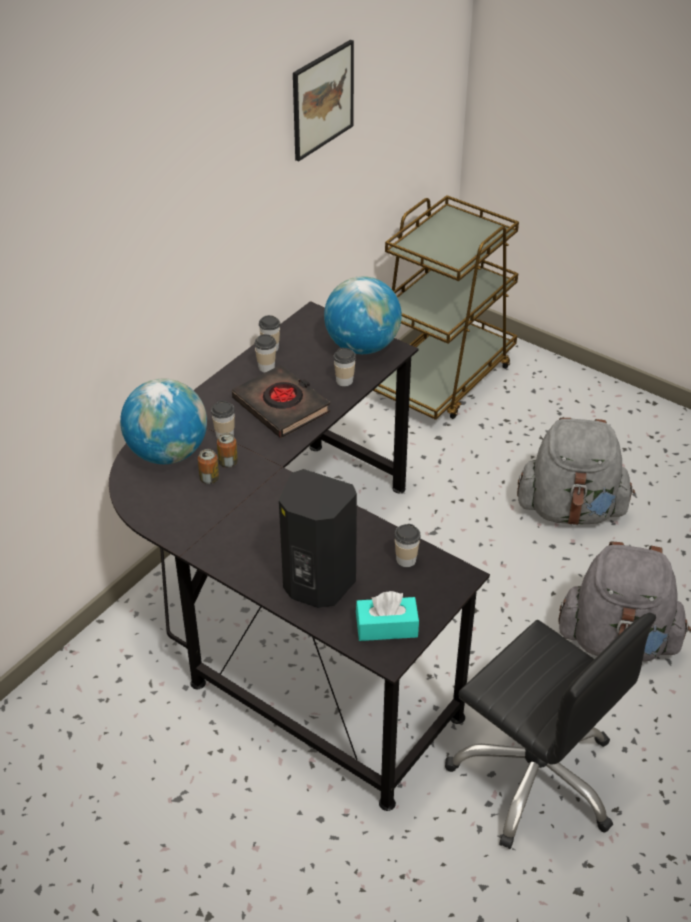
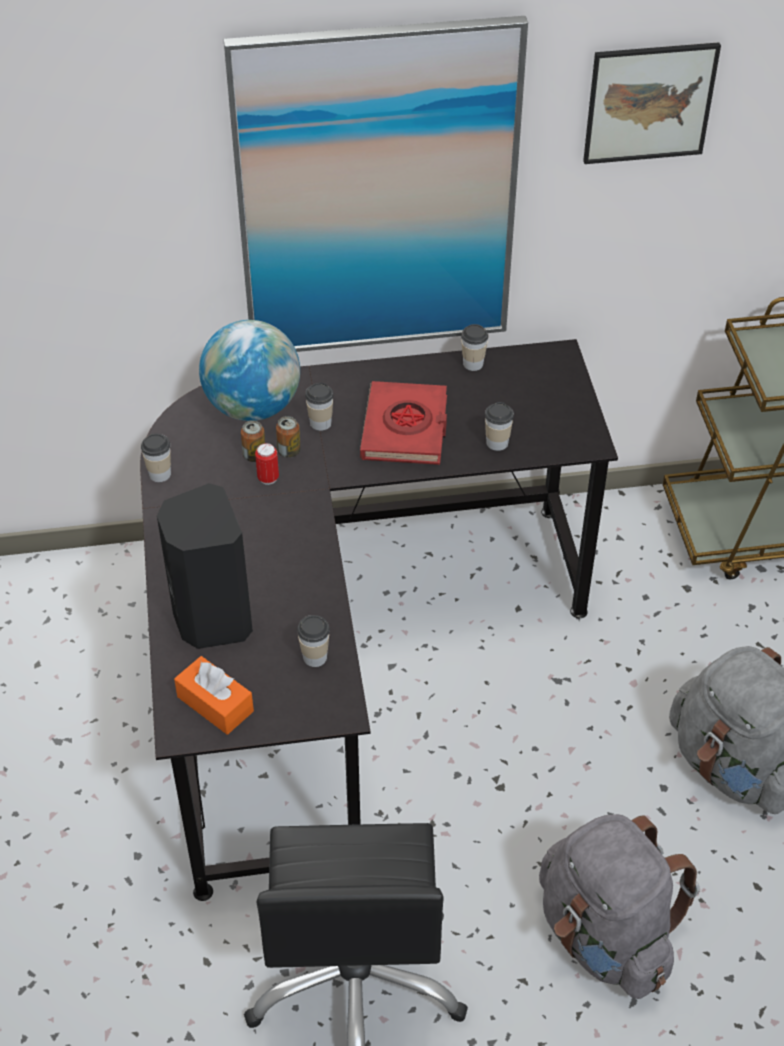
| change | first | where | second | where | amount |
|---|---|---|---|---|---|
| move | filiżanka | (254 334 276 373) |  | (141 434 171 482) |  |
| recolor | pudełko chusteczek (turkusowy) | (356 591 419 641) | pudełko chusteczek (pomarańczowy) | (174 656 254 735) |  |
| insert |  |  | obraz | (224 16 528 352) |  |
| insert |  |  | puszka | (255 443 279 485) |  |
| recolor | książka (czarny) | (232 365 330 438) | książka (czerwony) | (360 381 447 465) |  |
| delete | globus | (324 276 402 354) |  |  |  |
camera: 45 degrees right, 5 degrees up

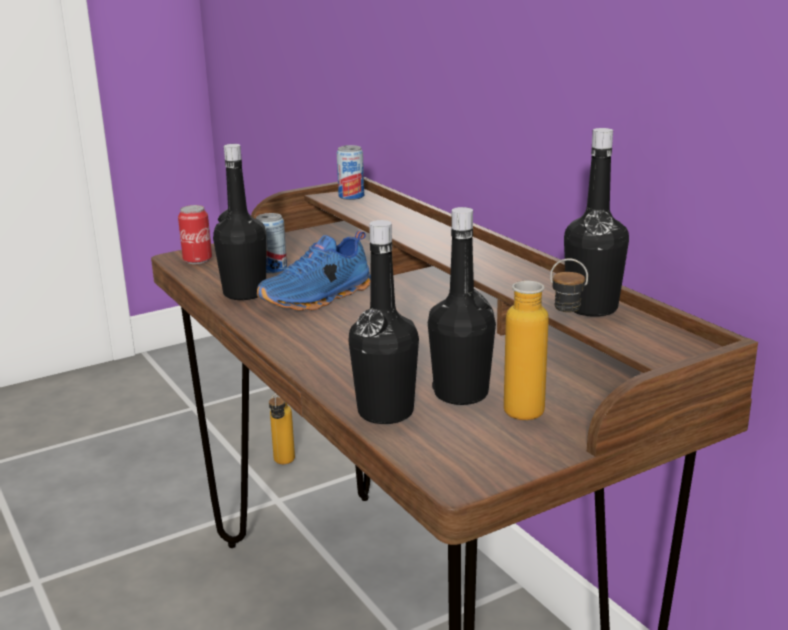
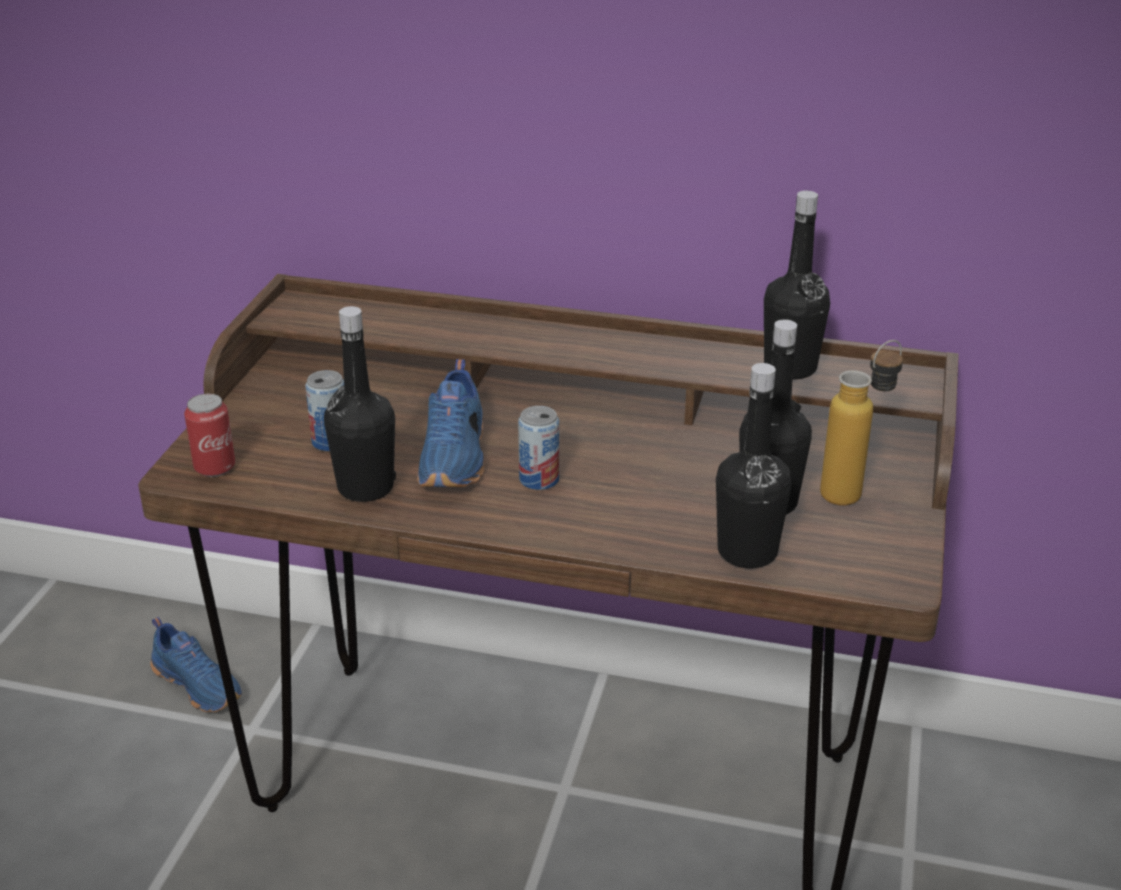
| change | first | where | second | where | amount |
|---|---|---|---|---|---|
| replace | butelka | (269 393 295 464) | but (niebieski) | (151 617 242 712) |  |
| move | puszka | (337 145 364 200) |  | (518 406 559 490) |  |
camera: 45 degrees left, 10 degrees up

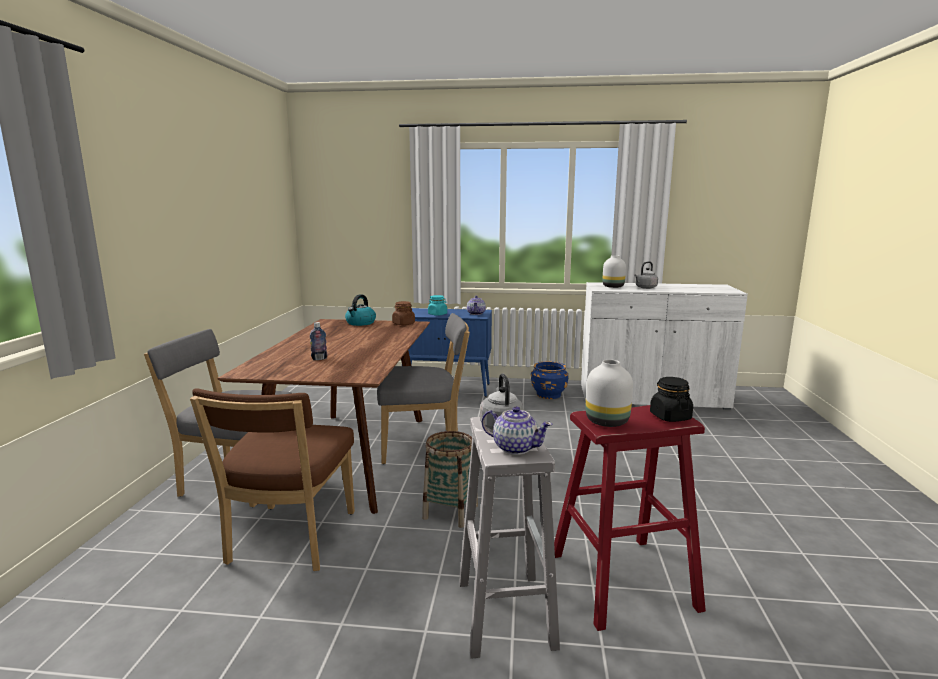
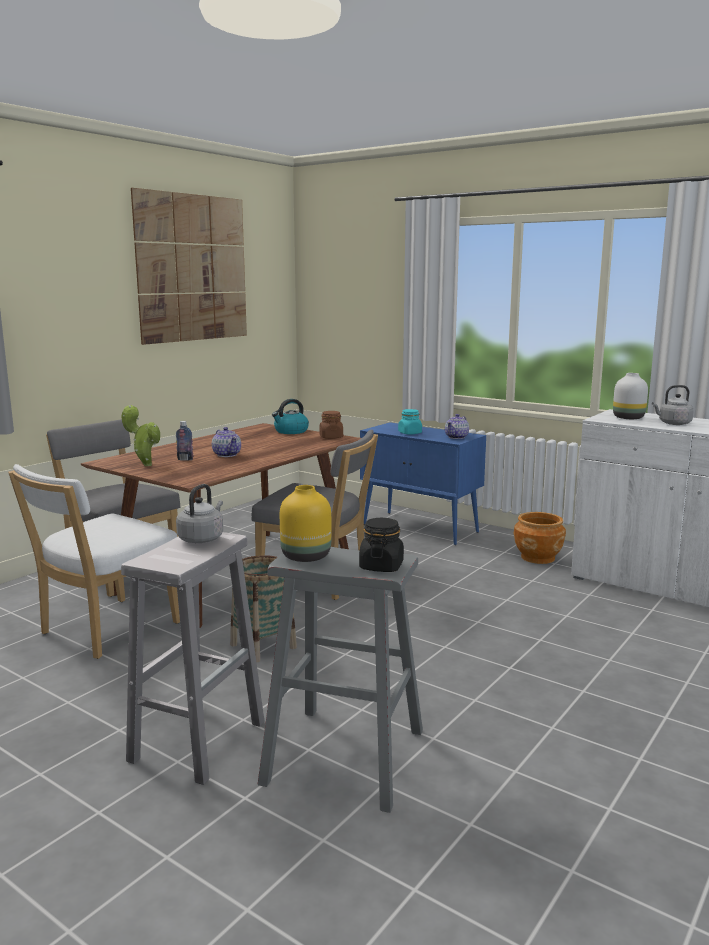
| change | first | where | second | where | amount |
|---|---|---|---|---|---|
| recolor | krzesło (brązowy) | (190 388 355 571) | krzesło (biały) | (8 464 180 659) |  |
| insert |  |  | roślina doniczkowa | (121 405 160 466) |  |
| insert |  |  | obraz | (131 188 247 345) |  |
| move | imbryk | (482 406 552 455) |  | (212 427 241 457) |  |
| recolor | stołek (czerwony) | (554 405 706 631) | stołek (szary) | (258 547 423 813) |  |
| recolor | wazon (biały) | (586 359 633 427) | wazon (żółty) | (280 485 331 562) |  |
| recolor | donica (niebieski) | (531 361 569 399) | donica (brązowy) | (514 512 566 564) |  |
camera: 30 degrees right, 0 degrees up

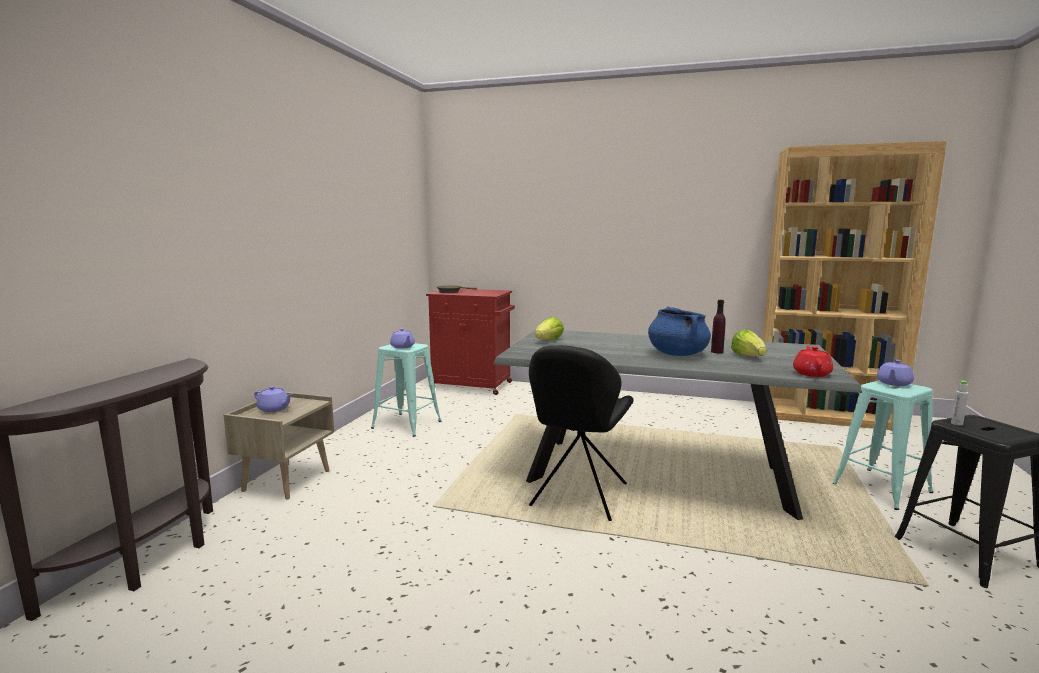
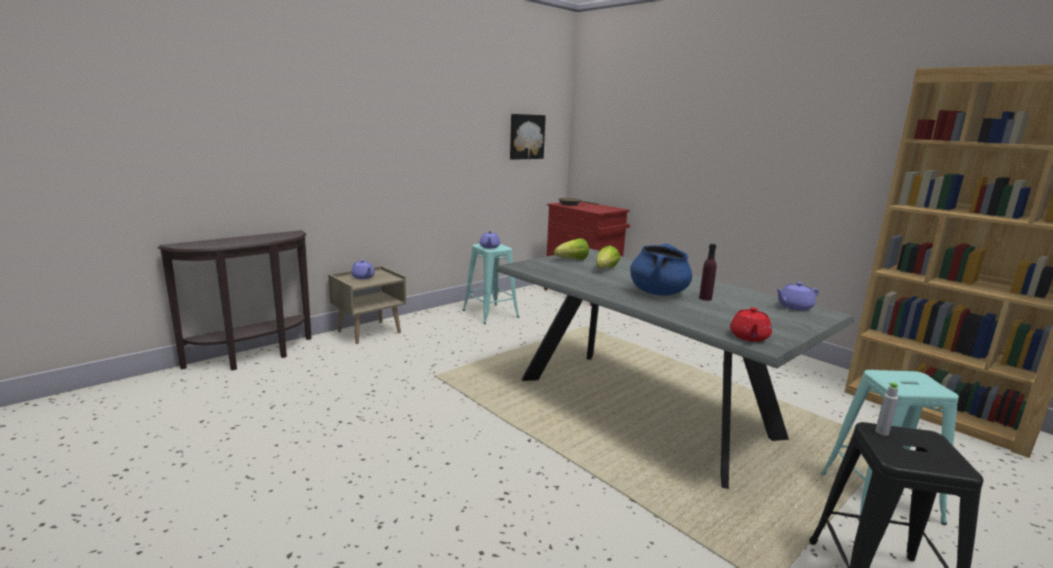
| change | first | where | second | where | amount |
|---|---|---|---|---|---|
| insert |  |  | obraz | (510 114 546 160) |  |
| move | sałata | (731 329 767 356) |  | (596 245 620 269) |  |
| rotate | imbryk (czerwony) | (793 346 833 377) |  | (730 307 772 342) | 150 degrees clockwise |
| move | imbryk (fioletowy) | (877 360 914 386) |  | (776 282 819 311) |  |
| delete | krzesło (czarny) | (529 345 633 521) |  |  |  |
camera: 30 degrees right, 5 degrees up

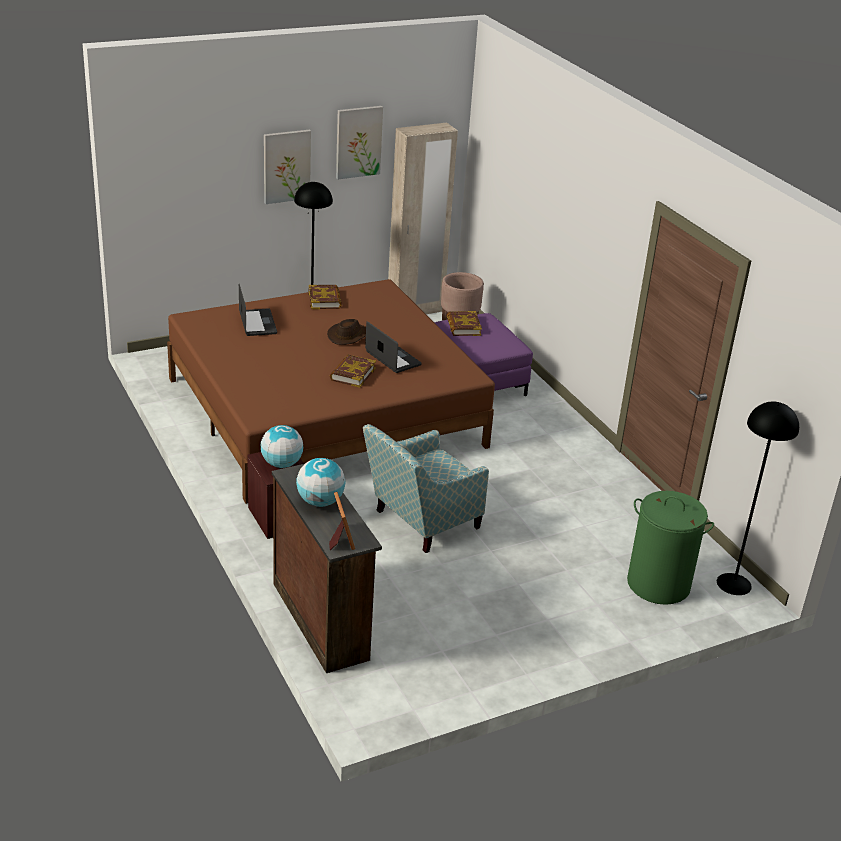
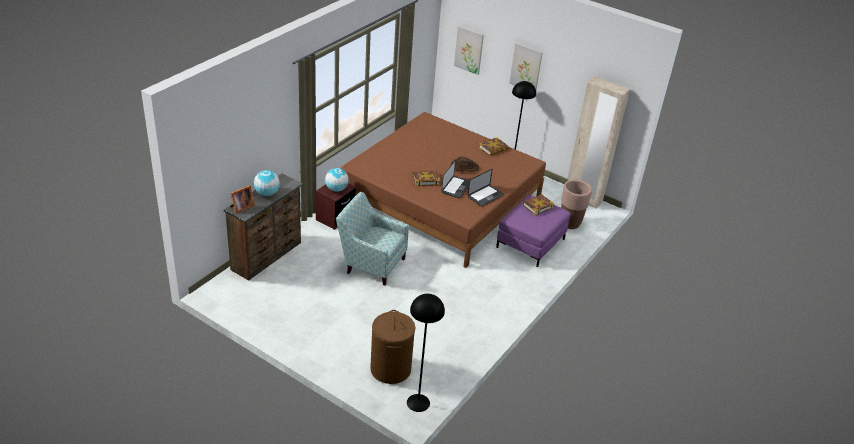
| change | first | where | second | where | amount |
|---|---|---|---|---|---|
| recolor | kosz na pranie (zielony) | (627 491 714 605) | kosz na pranie (brązowy) | (370 310 415 384) |  |
| move | obraz | (336 106 383 179) |  | (454 26 484 75) |  |
| move | laptop | (239 284 277 336) |  | (468 169 504 207) |  |
camera: 60 degrees right, 5 degrees up

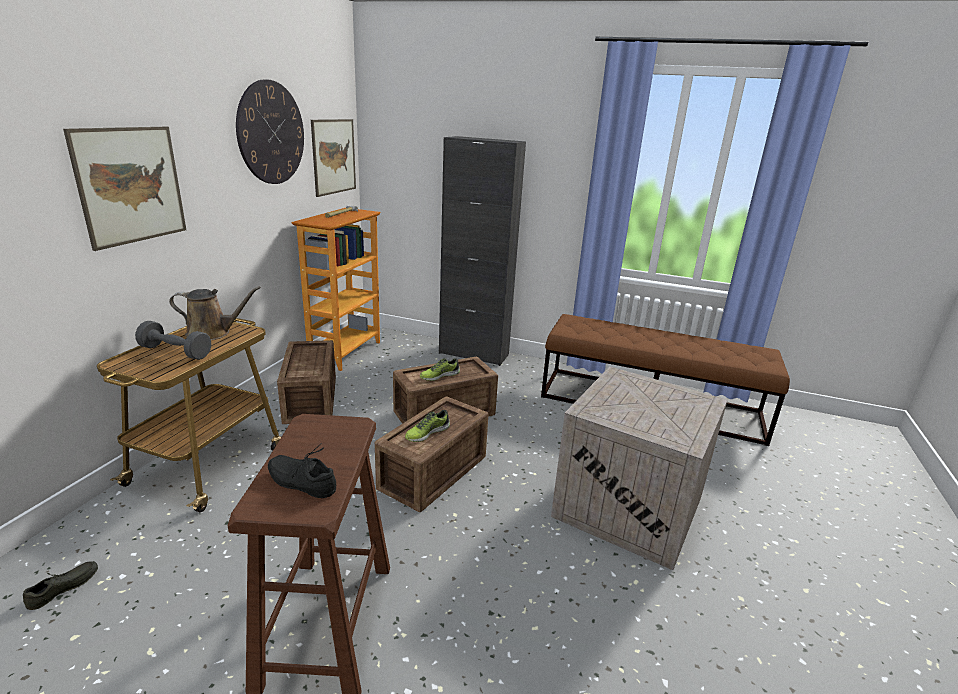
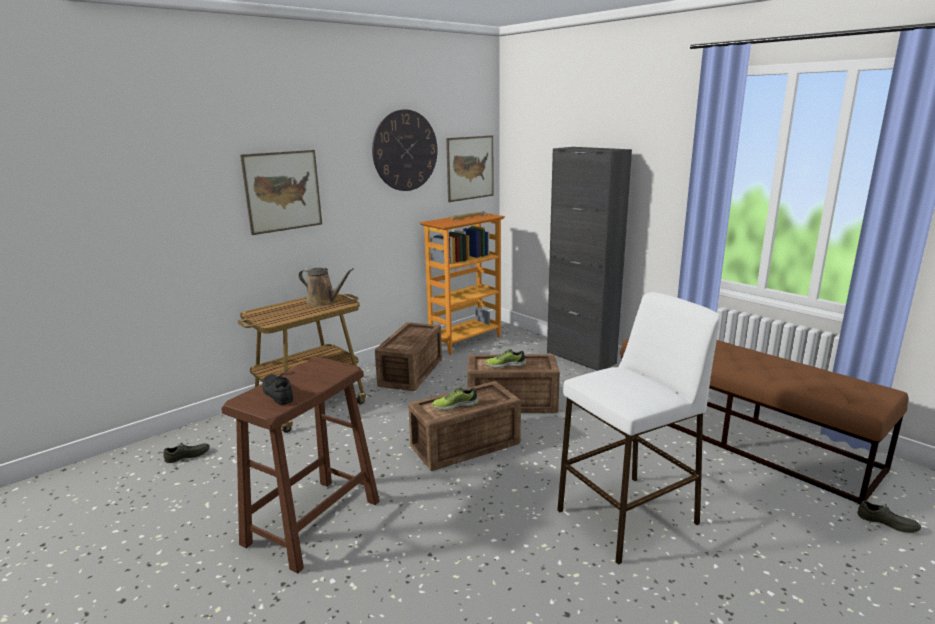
| change | first | where | second | where | amount |
|---|---|---|---|---|---|
| replace | skrzynka | (551 366 727 570) | stołek (biały) | (557 292 720 565) |  |
| insert |  |  | but (szary) | (857 501 921 533) |  |
| delete | hantel (szary) | (135 321 211 360) |  |  |  |
camera: 30 degrees right, 5 degrees down

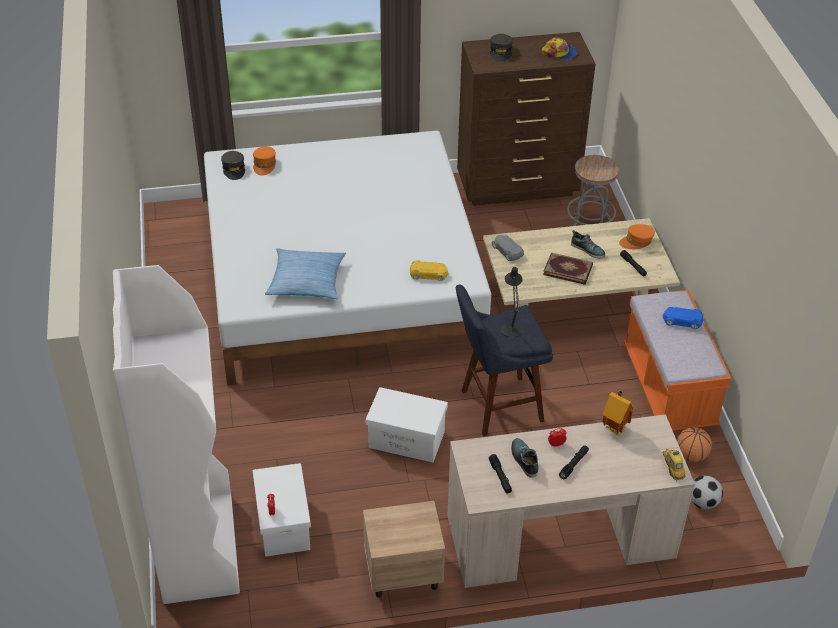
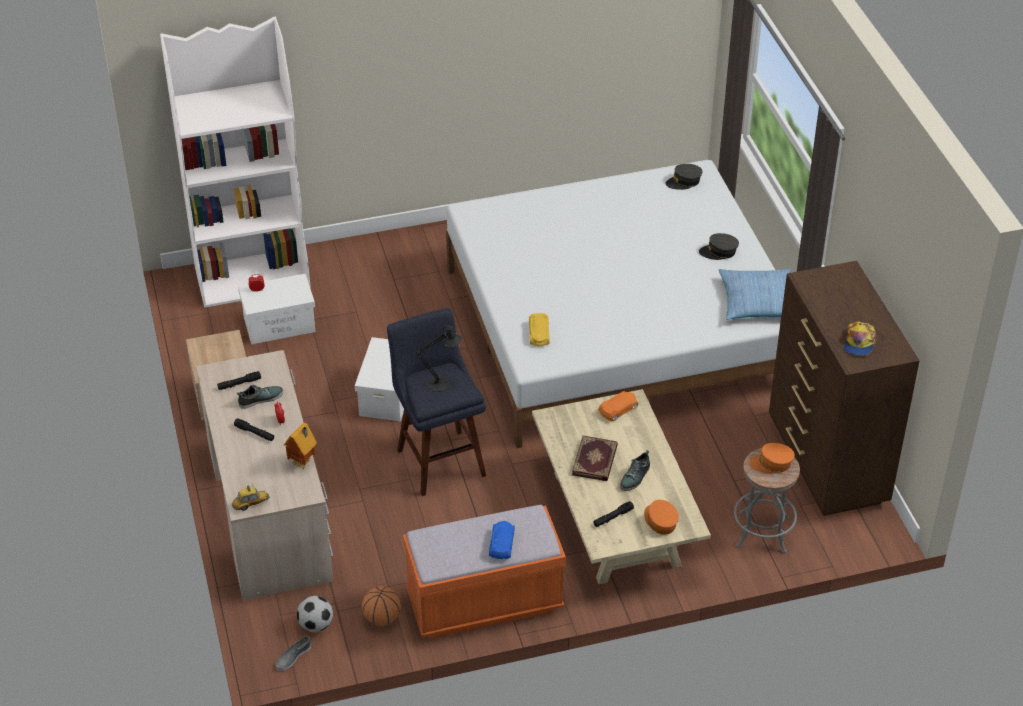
| change | first | where | second | where | amount |
|---|---|---|---|---|---|
| insert |  |  | but (szary) | (276 636 311 671) |  |
| recolor | samochodzik (szary) | (492 235 524 261) | samochodzik (pomarańczowy) | (598 391 639 421) |  |
| move | czapka z daszkiem (szary) | (490 34 513 62) |  | (699 233 739 260) |  |
| move | poduszka | (265 248 346 299) |  | (719 268 791 320) |  |
| move | czapka z daszkiem (pomarańczowy) | (253 146 276 175) |  | (749 443 795 474) |  |
camera: 85 degrees right, 0 degrees up

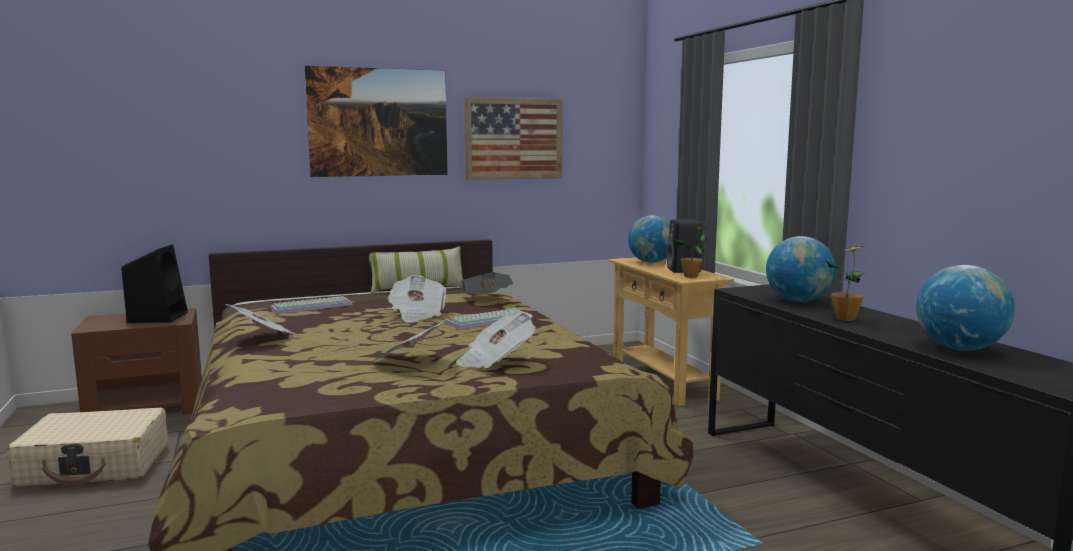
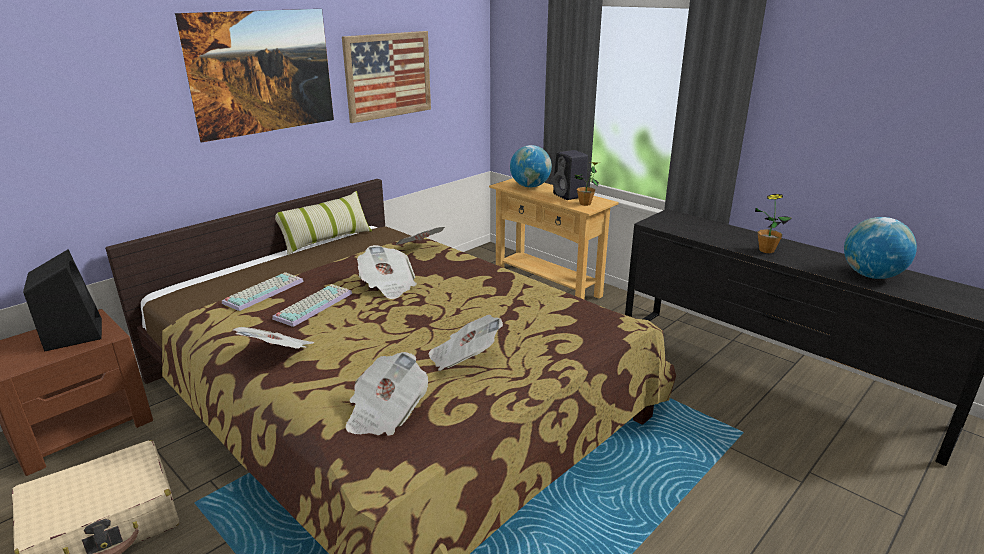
| change | first | where | second | where | amount |
|---|---|---|---|---|---|
| move | klawiatura | (445 308 523 329) |  | (272 284 352 327) |  |
| move | gazeta | (456 312 536 368) |  | (345 352 428 436) |  |
| delete | globus | (766 236 836 302) |  |  |  |
camera: 25 degrees left, 15 degrees up

